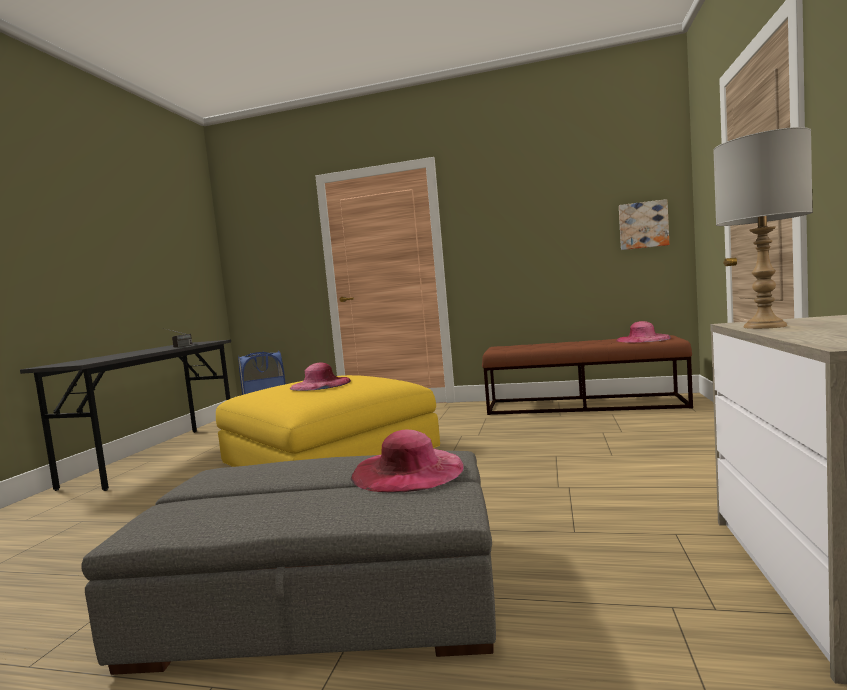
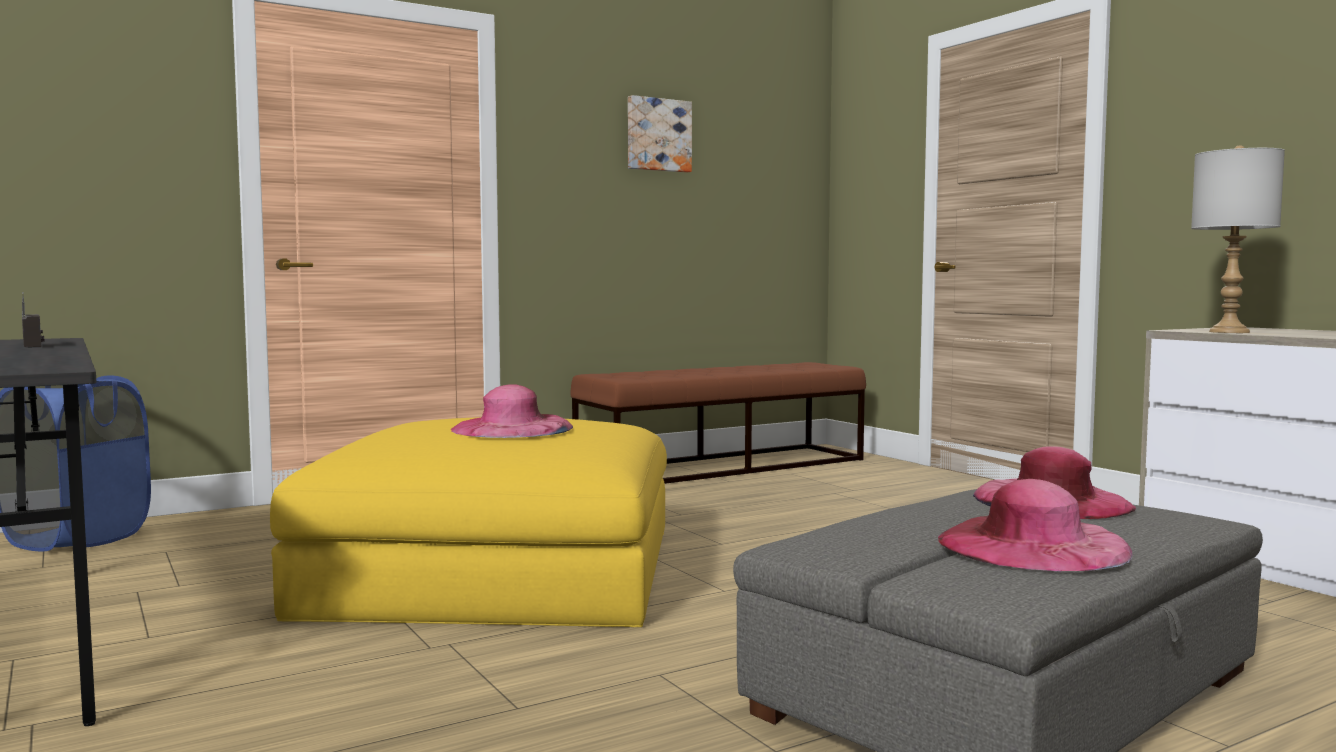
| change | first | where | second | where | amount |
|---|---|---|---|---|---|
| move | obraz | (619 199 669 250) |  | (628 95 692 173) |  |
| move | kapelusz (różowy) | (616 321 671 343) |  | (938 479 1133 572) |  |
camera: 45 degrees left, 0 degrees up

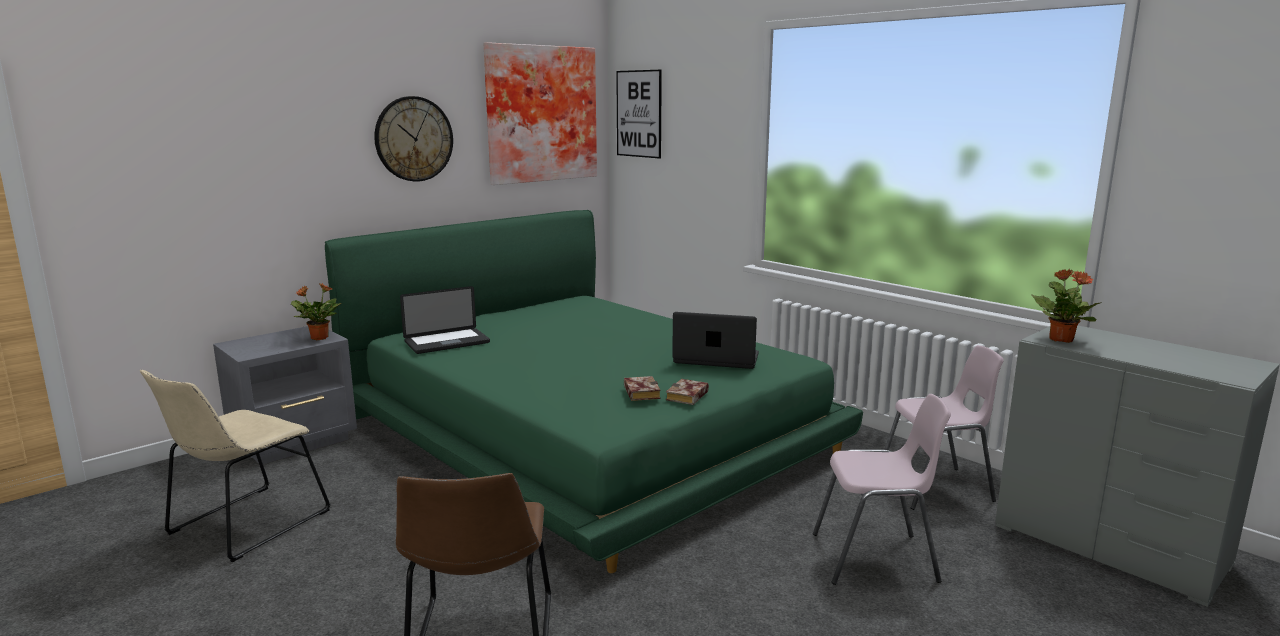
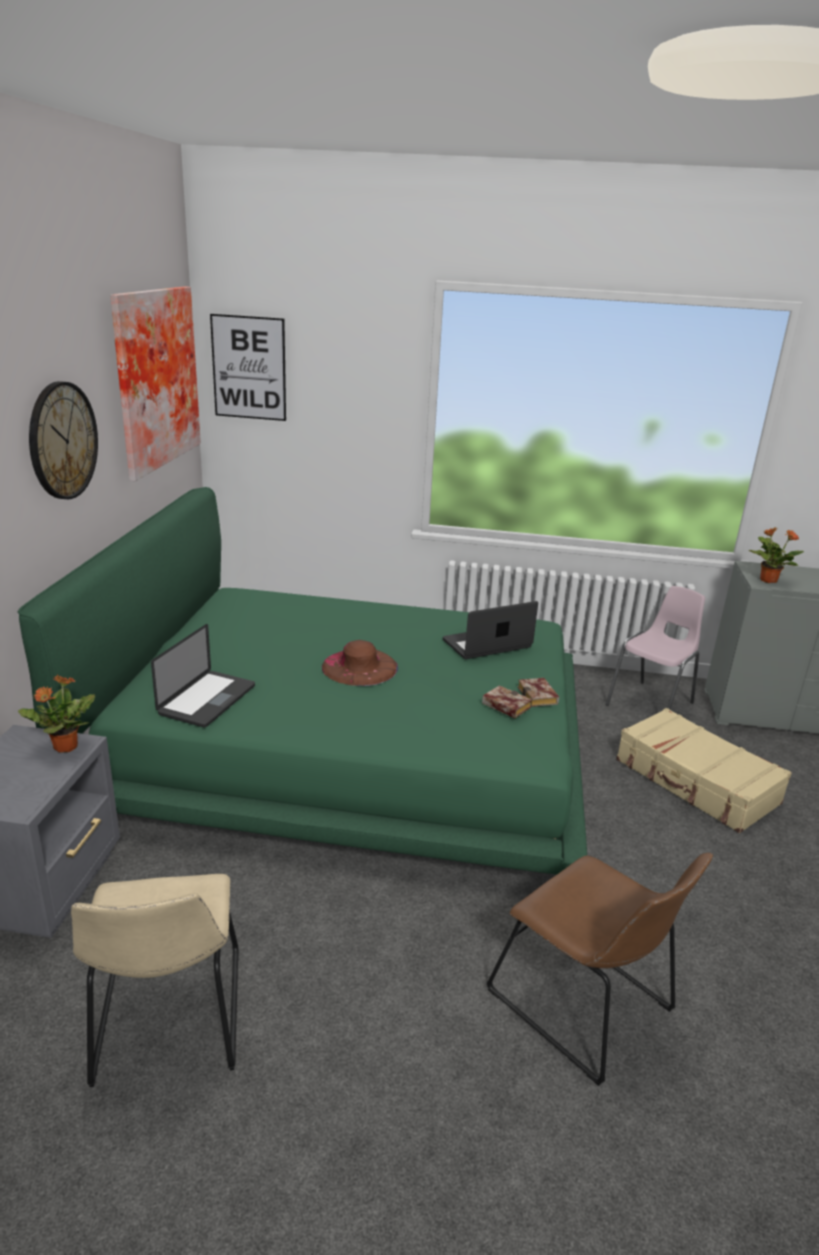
| change | first | where | second | where | amount |
|---|---|---|---|---|---|
| insert |  |  | kapelusz (brązowy) | (322 640 398 686) |  |
| replace | krzesło (różowy) | (813 394 951 585) | walizka (beżowy) | (616 708 792 833) |  |
camera: 40 degrees left, 10 degrees up

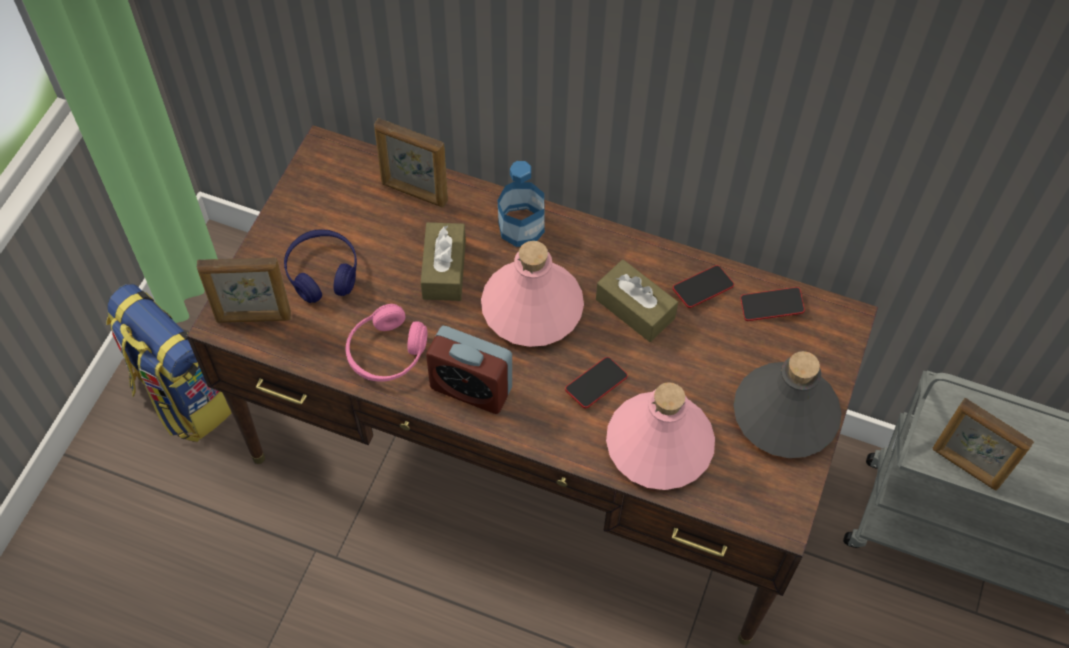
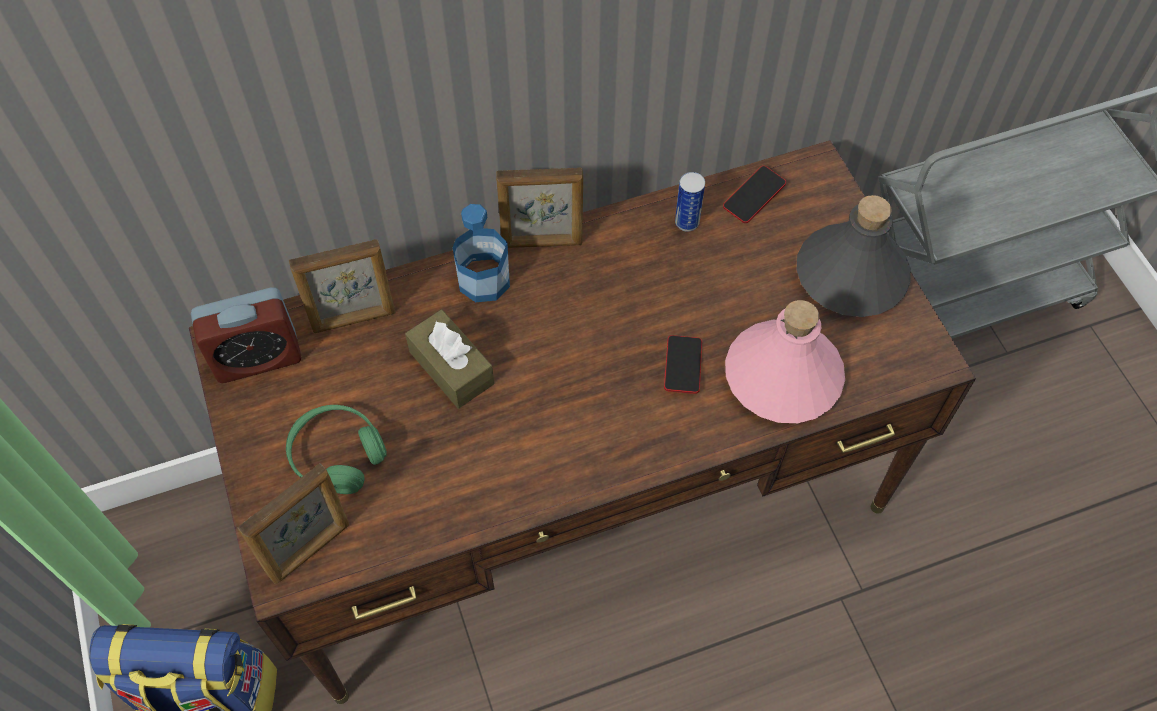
| change | first | where | second | where | amount |
|---|---|---|---|---|---|
| move | budzik | (426 326 512 414) |  | (191 287 302 383) |  |
| recolor | słuchawki (niebieski) | (284 229 357 303) | słuchawki (zielony) | (286 405 387 494) |  |
| move | ramka na zdjęcie | (933 398 1034 491) |  | (496 168 583 248) |  |
| replace | telefon | (672 265 734 308) | puszka | (675 172 705 232) |  |
| delete | słuchawki (różowy) | (346 304 428 382) |  |  |  |
| delete | butelka (różowy) | (481 241 584 347) |  |  |  |
| delete | pudełko chusteczek (brązowy) | (596 260 678 342) |  |  |  |
camera: 40 degrees left, 0 degrees up

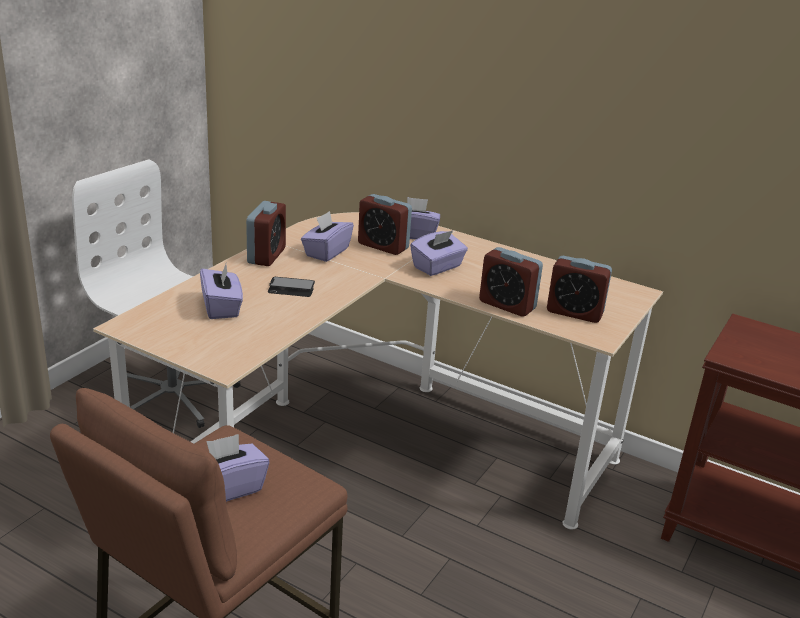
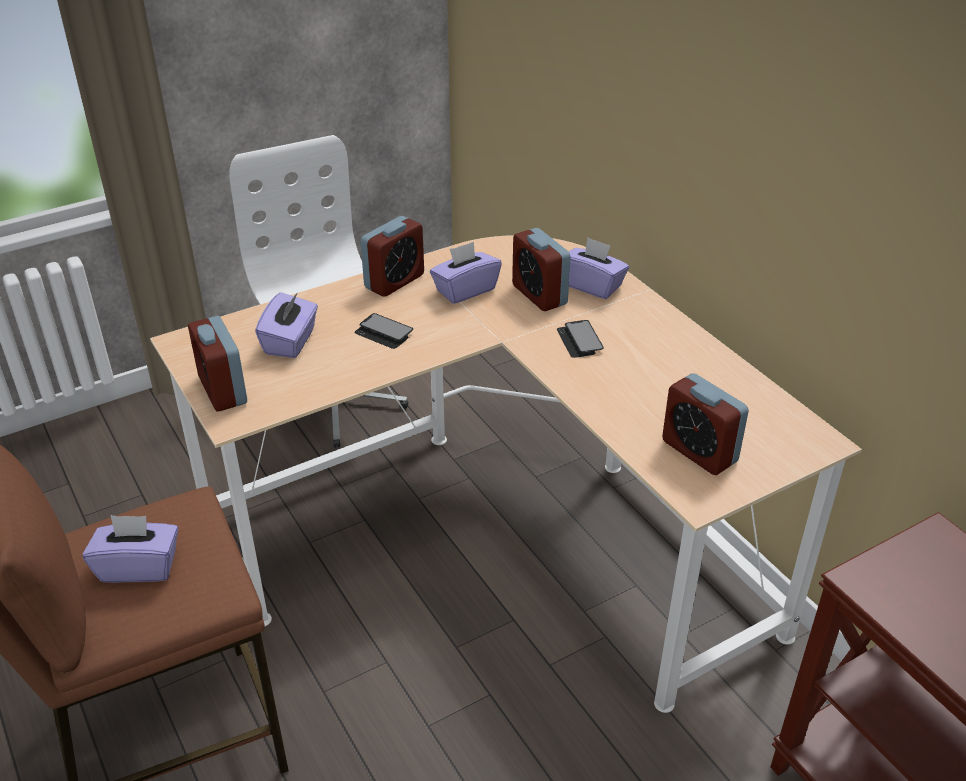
| change | first | where | second | where | amount |
|---|---|---|---|---|---|
| move | budzik | (479 247 543 316) |  | (188 316 247 412) |  |
| replace | pudełko chusteczek (fioletowy) | (410 230 468 276) | telefon | (557 320 604 358) |  |
camera: 30 degrees right, 10 degrees up

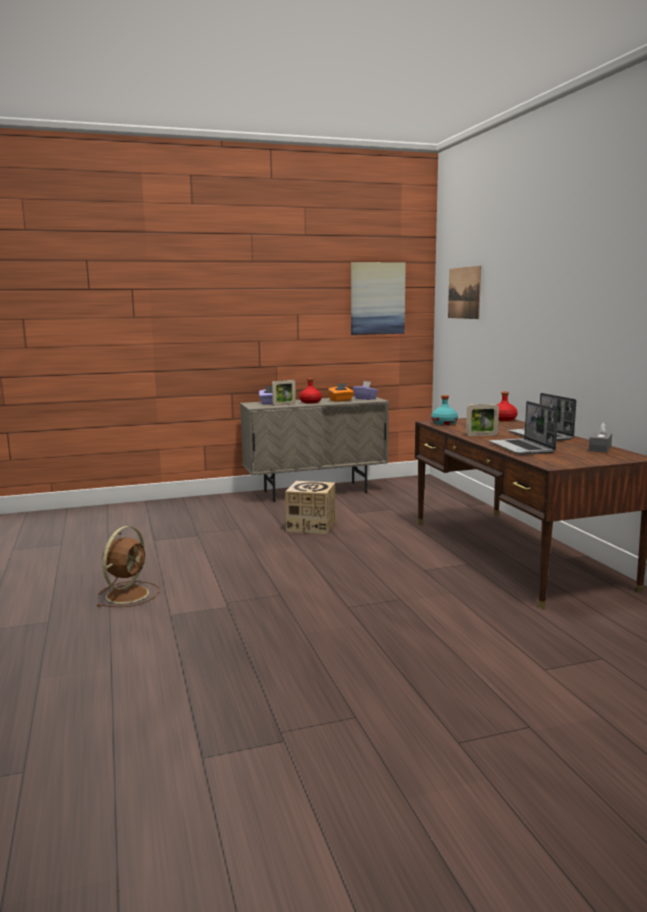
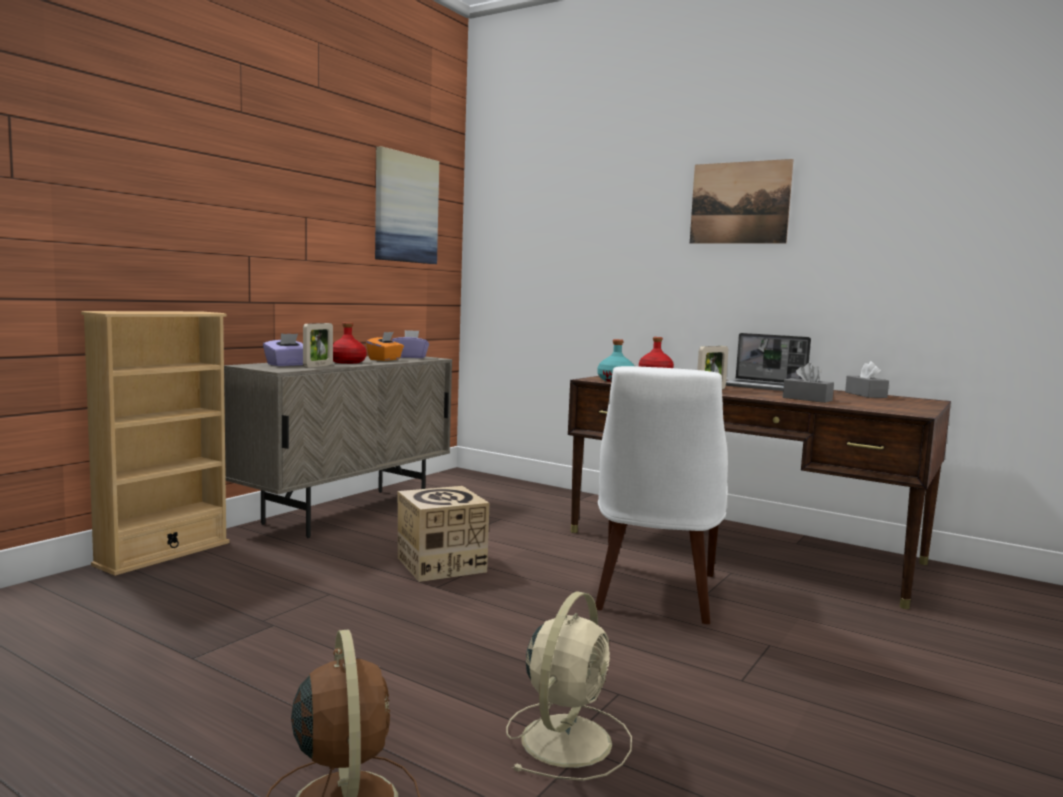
| change | first | where | second | where | amount |
|---|---|---|---|---|---|
| insert |  |  | regał (beżowy) | (81 311 230 576) |  |
| insert |  |  | wentylator (beżowy) | (506 591 632 781) |  |
| insert |  |  | krzesło (biały) | (596 366 728 624) |  |
| move | obraz | (448 266 481 319) |  | (690 159 794 244) |  |
| replace | laptop | (489 401 558 455) | pudełko chusteczek (szary) | (783 363 834 403) |  |
camera: 40 degrees left, 5 degrees down

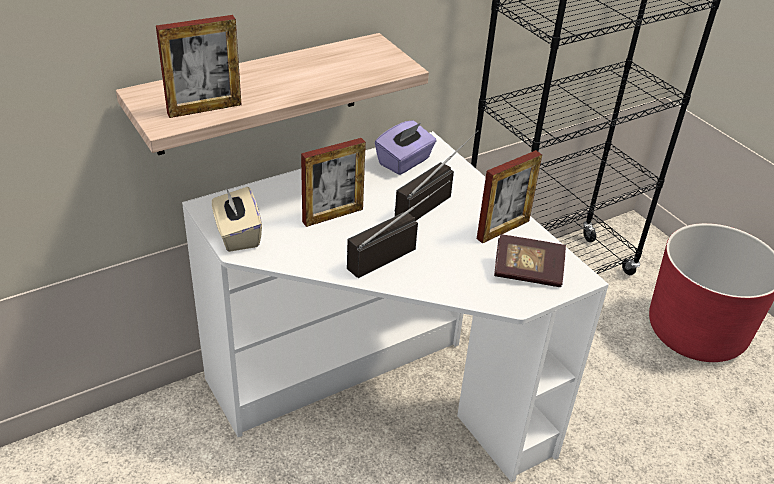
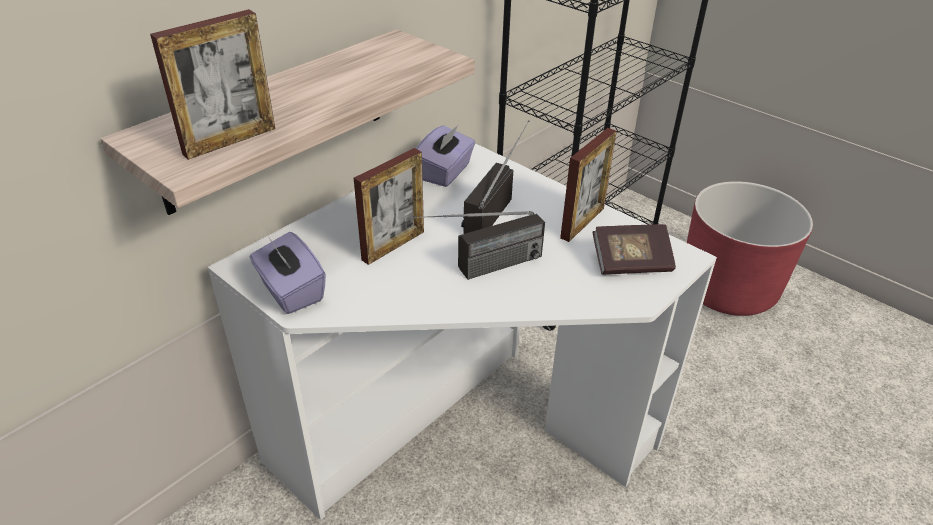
| change | first | where | second | where | amount |
|---|---|---|---|---|---|
| recolor | pudełko chusteczek (beżowy) | (212 187 262 252) | pudełko chusteczek (fioletowy) | (250 232 326 314) |  |
| rotate | radio | (347 181 450 278) |  | (413 211 545 280) | 150 degrees counterclockwise |
camera: 15 degrees left, 0 degrees up

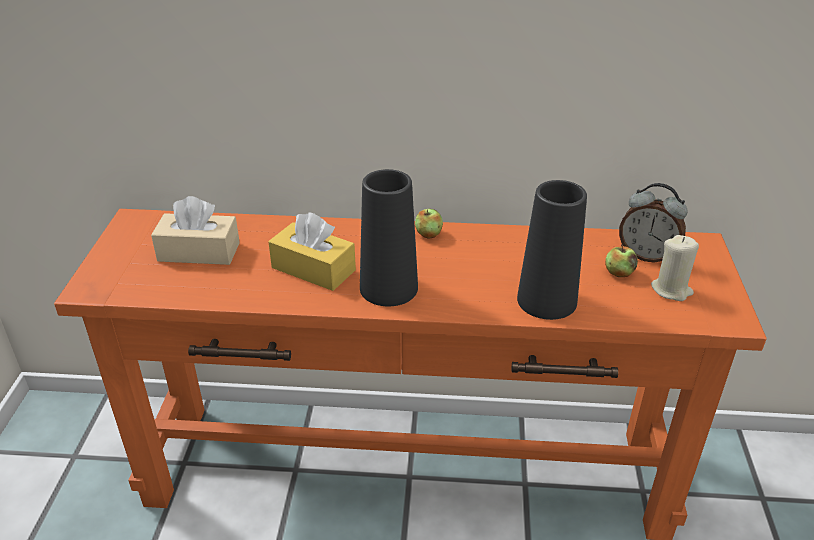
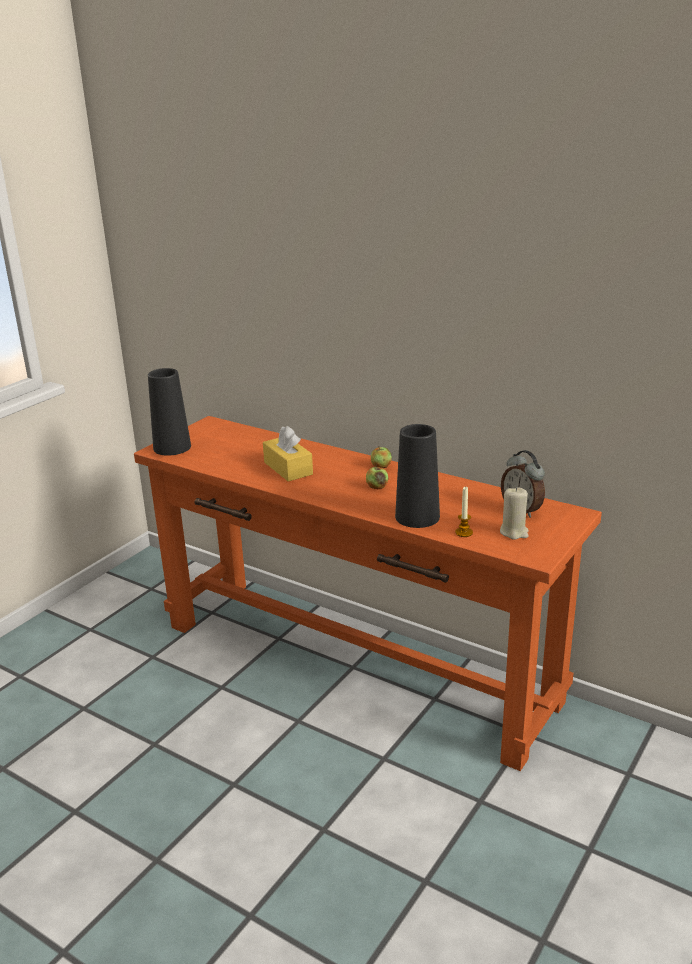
| change | first | where | second | where | amount |
|---|---|---|---|---|---|
| move | wazon (czarny) | (360 169 418 307) |  | (148 368 191 456) |  |
| move | jabłko | (605 244 638 277) |  | (366 464 388 489) |  |
| insert |  |  | świeca | (455 486 473 537) |  |
| delete | pudełko chusteczek (beżowy) | (151 196 240 265) |  |  |  |
camera: 30 degrees right, 10 degrees down

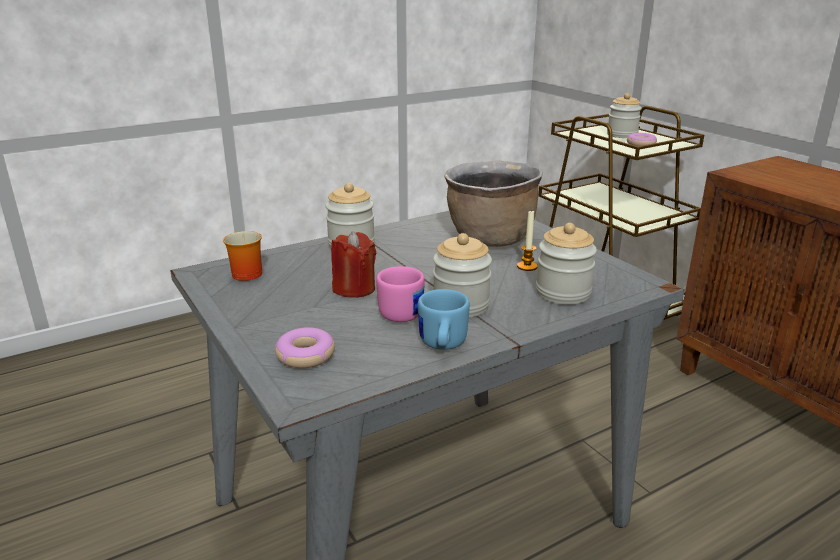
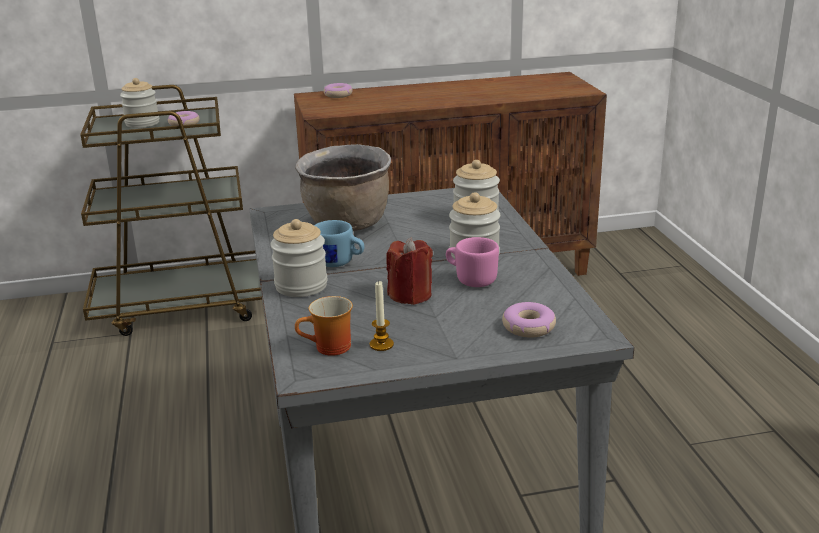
| change | first | where | second | where | amount |
|---|---|---|---|---|---|
| move | kubek (niebieski) | (418 289 470 350) |  | (314 220 364 267) |  |
| insert |  |  | donut | (324 83 353 98) |  |
| move | świeca | (517 209 538 271) |  | (370 281 394 351) |  |
camera: 70 degrees left, 0 degrees up

